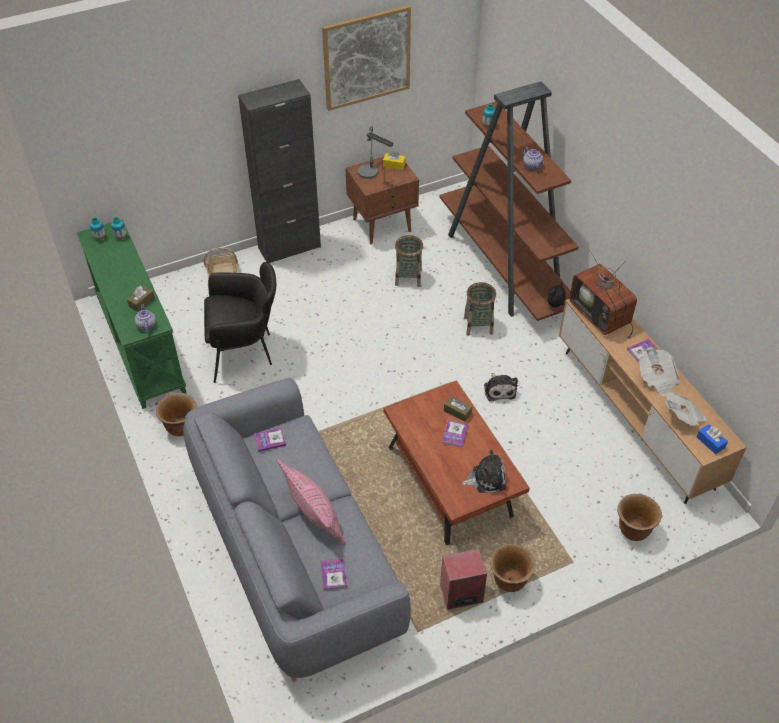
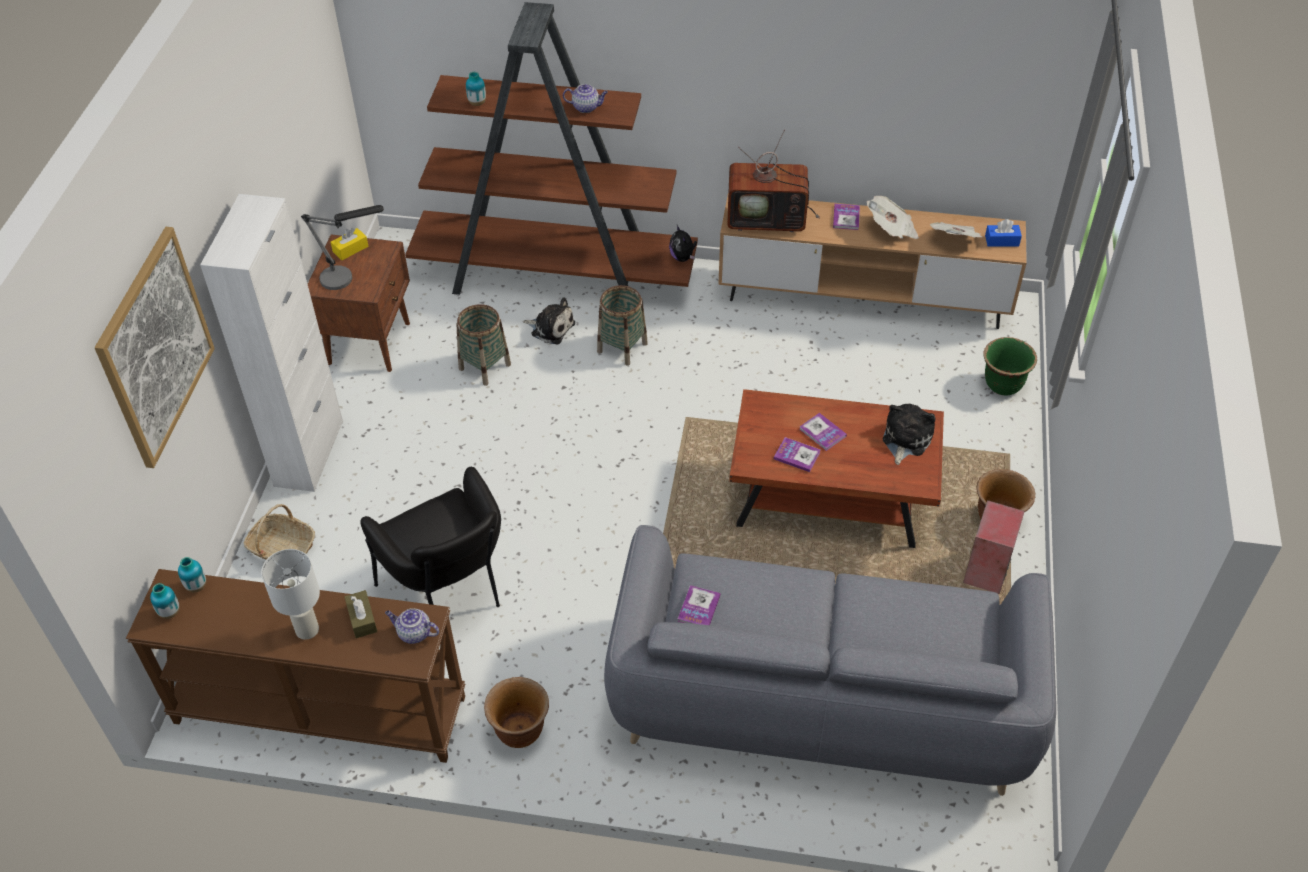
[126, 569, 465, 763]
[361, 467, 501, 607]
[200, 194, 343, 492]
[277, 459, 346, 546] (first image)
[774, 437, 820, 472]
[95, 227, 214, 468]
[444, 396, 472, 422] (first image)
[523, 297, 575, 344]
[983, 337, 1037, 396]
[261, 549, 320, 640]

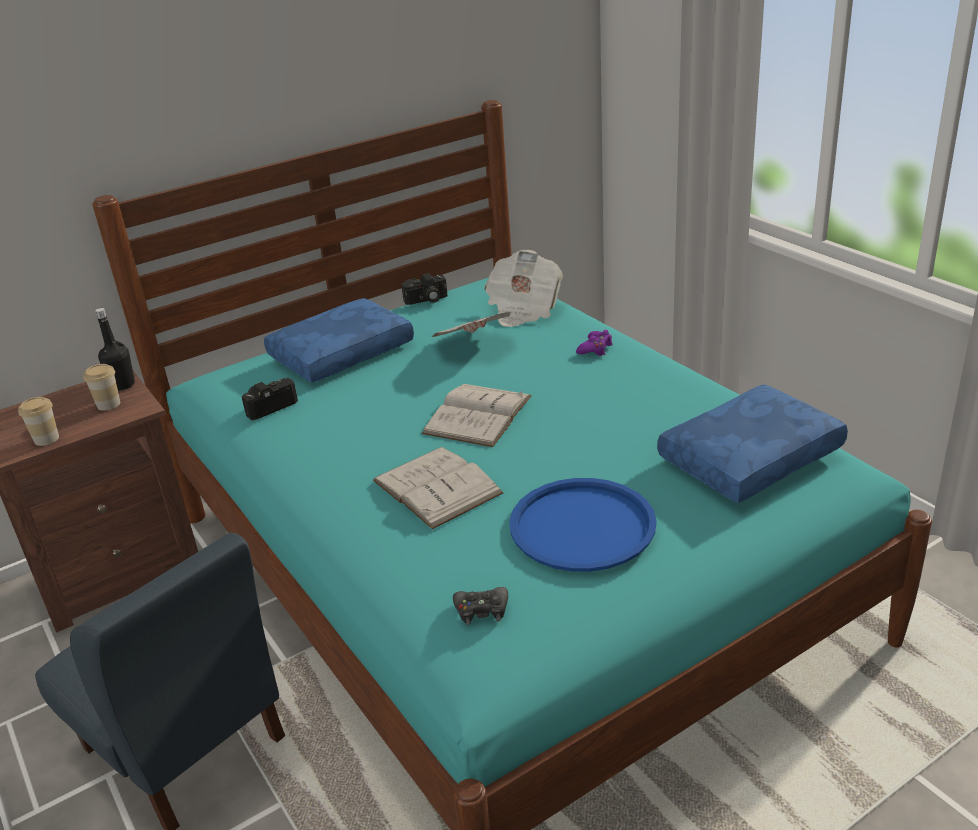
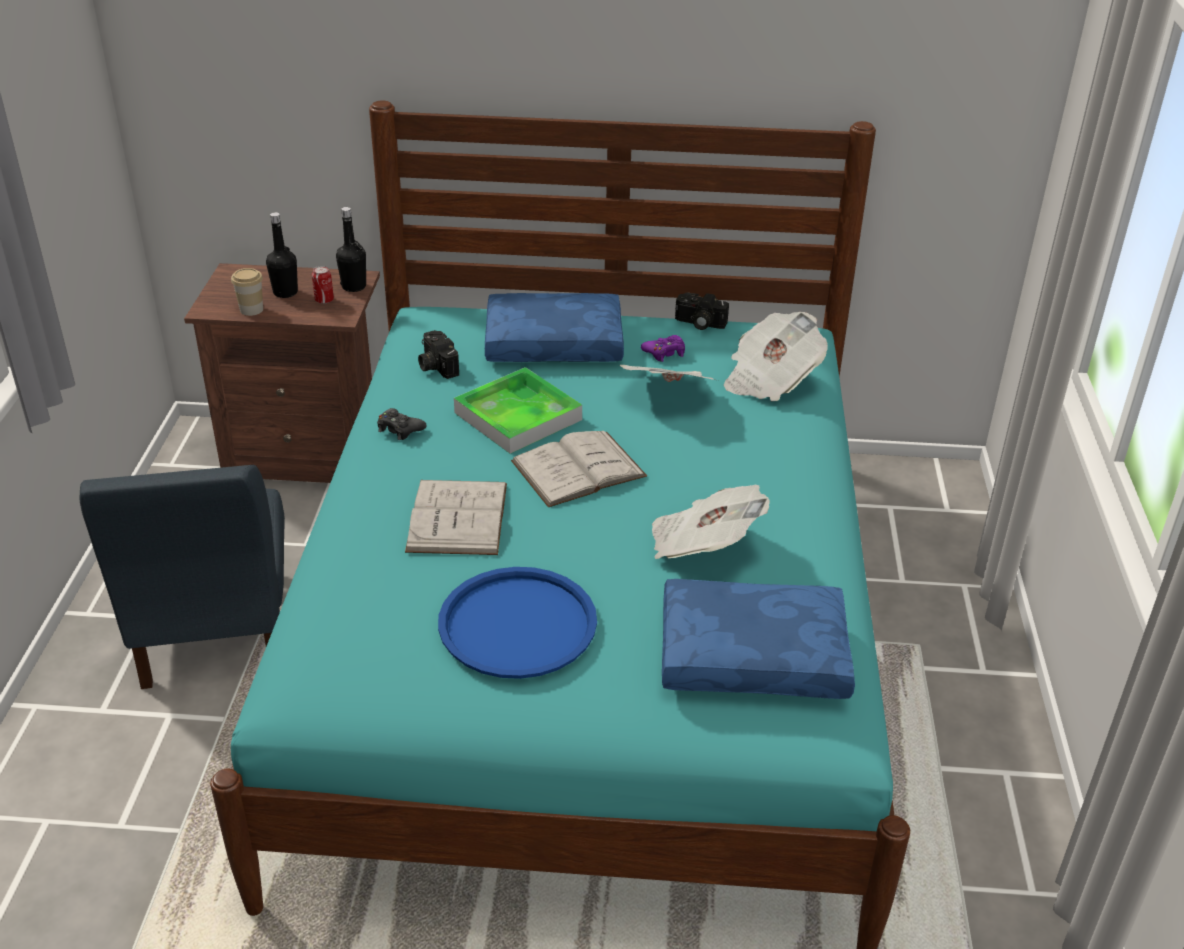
[312, 266, 334, 304]
[418, 330, 459, 379]
[377, 408, 427, 440]
[641, 335, 685, 362]
[266, 212, 298, 298]
[454, 367, 582, 454]
[652, 485, 770, 559]

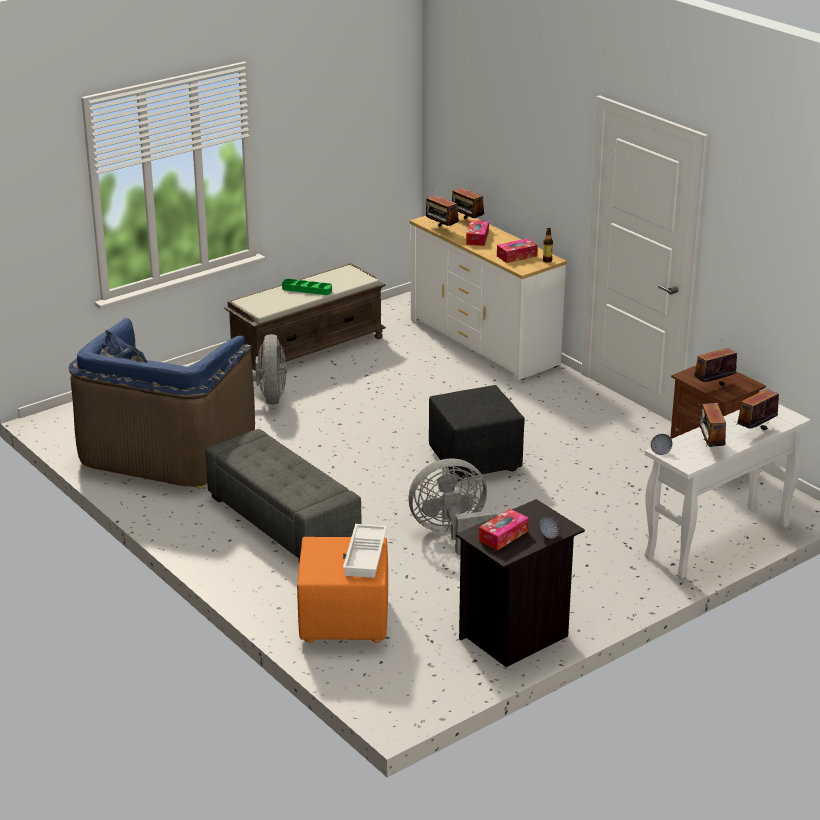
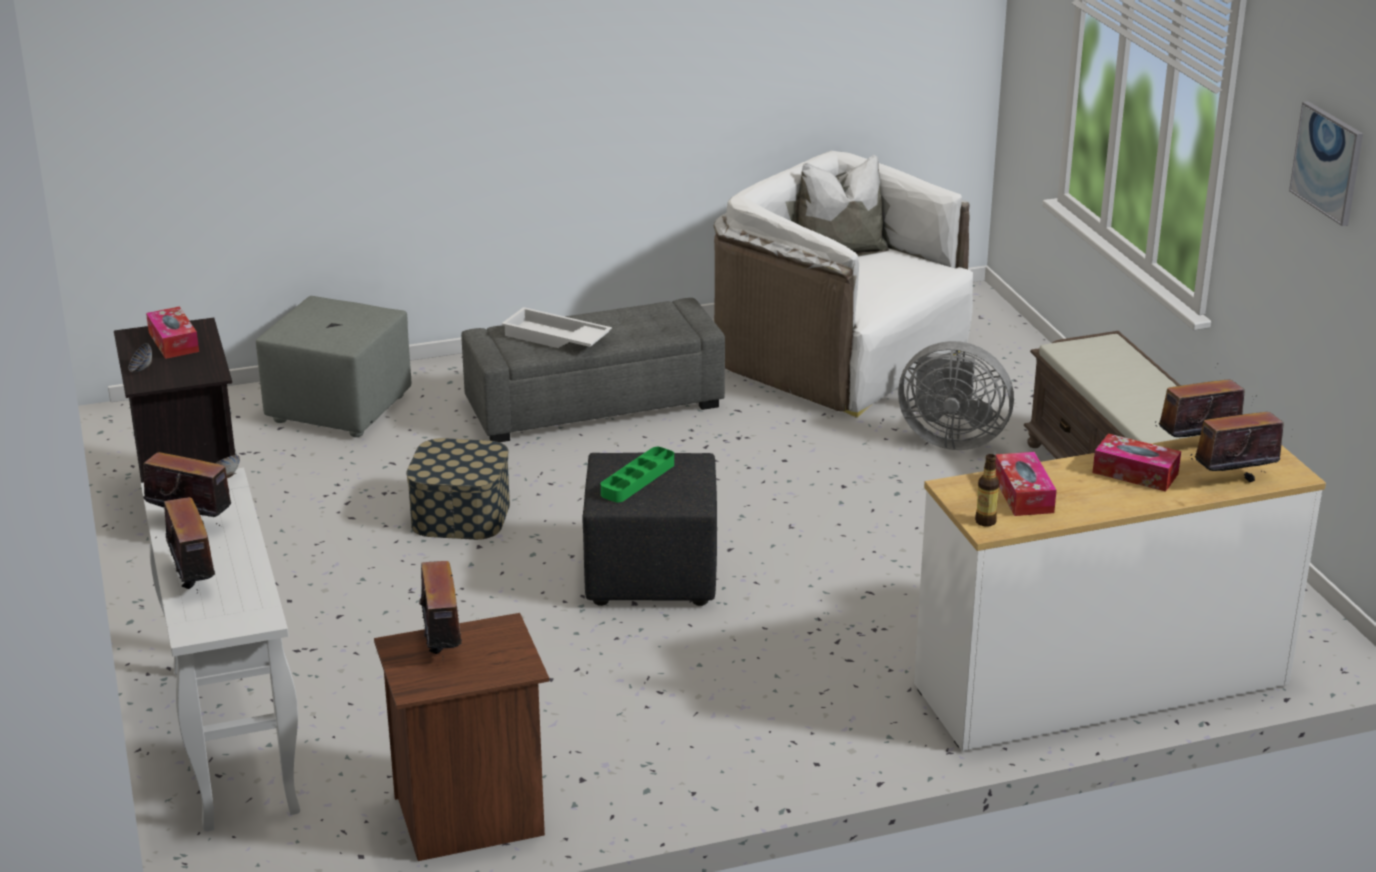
[714, 151, 973, 418]
[601, 447, 674, 502]
[256, 296, 411, 437]
[501, 307, 612, 348]
[406, 438, 510, 540]
[1289, 101, 1363, 226]

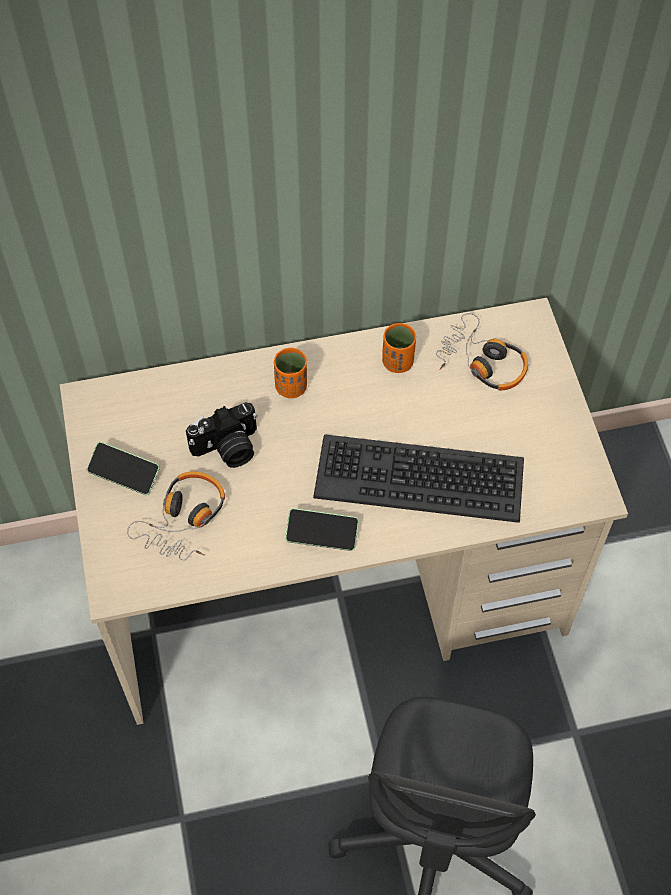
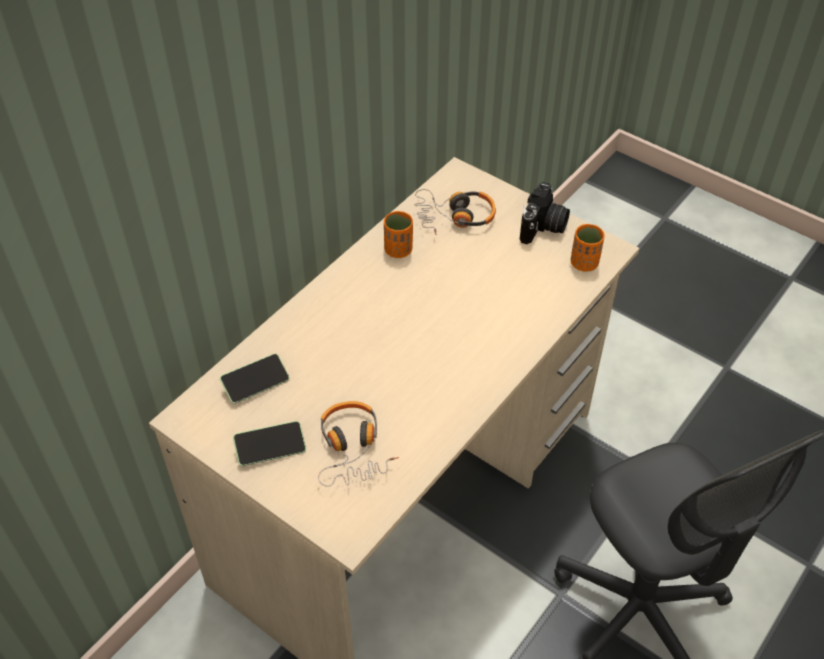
[520, 182, 570, 244]
[571, 224, 605, 272]
[220, 353, 290, 404]
[313, 434, 524, 523] (first image)

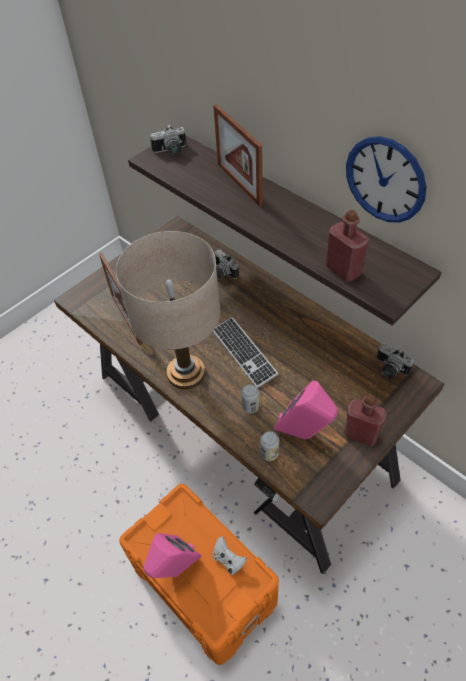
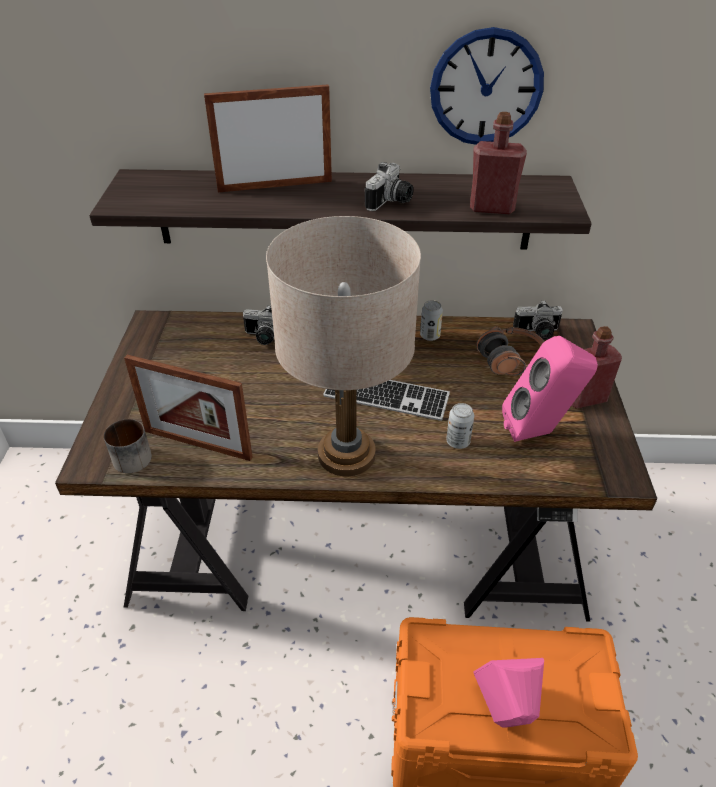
[365, 162, 414, 211]
[204, 84, 332, 193]
[213, 536, 247, 575] (first image)
[420, 300, 443, 341]
[104, 419, 152, 473]
[476, 326, 544, 376]

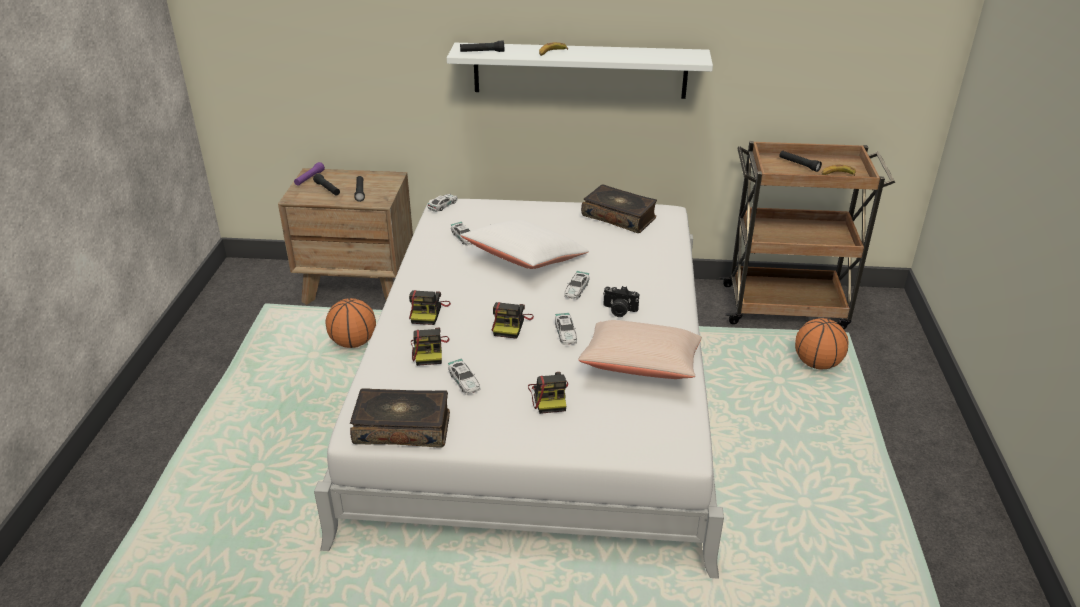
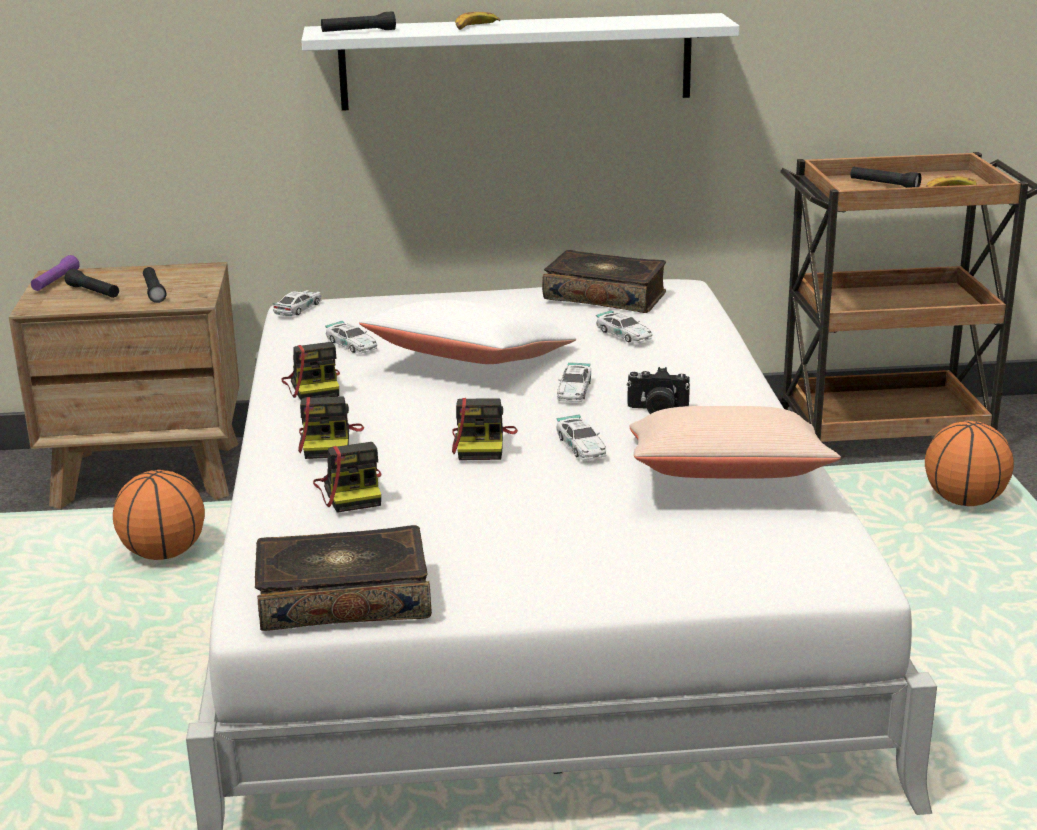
[596, 310, 653, 343]
[282, 342, 340, 400]

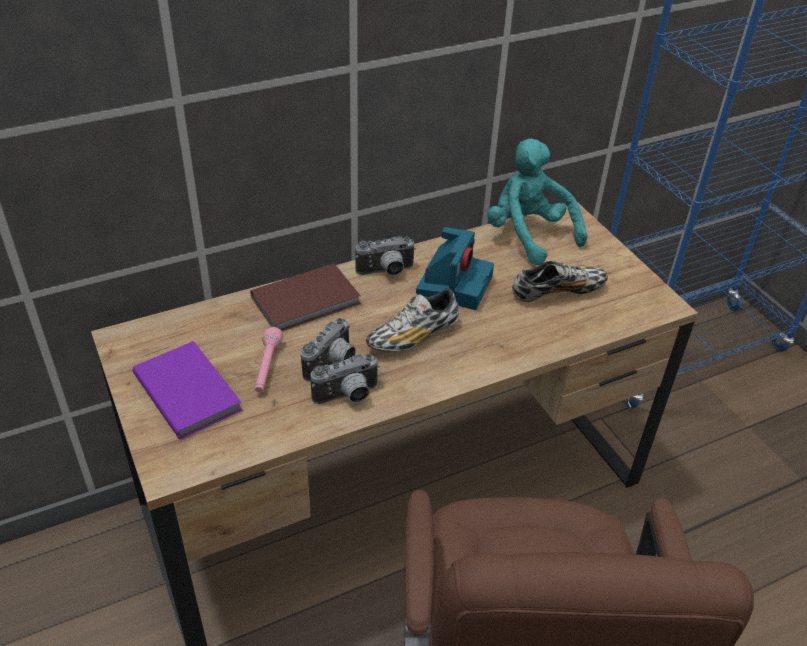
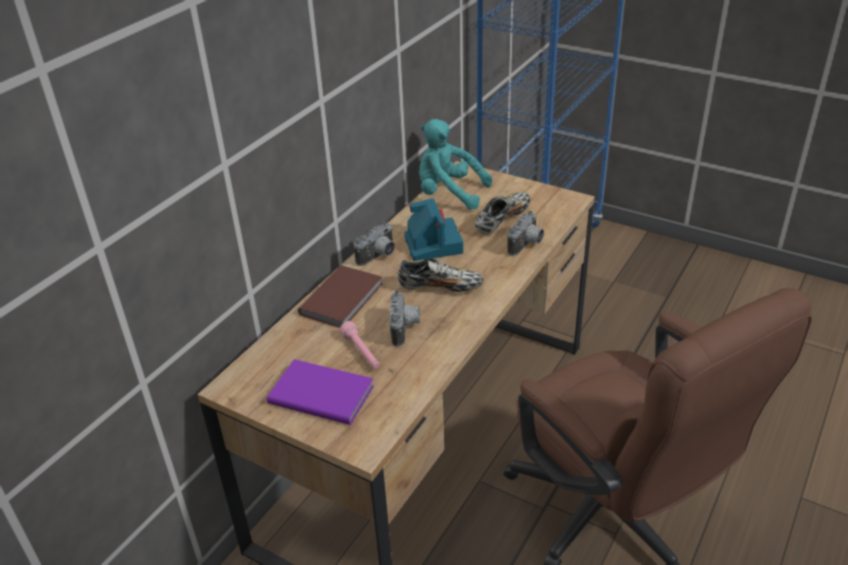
[507, 211, 544, 256]
[398, 258, 483, 292]

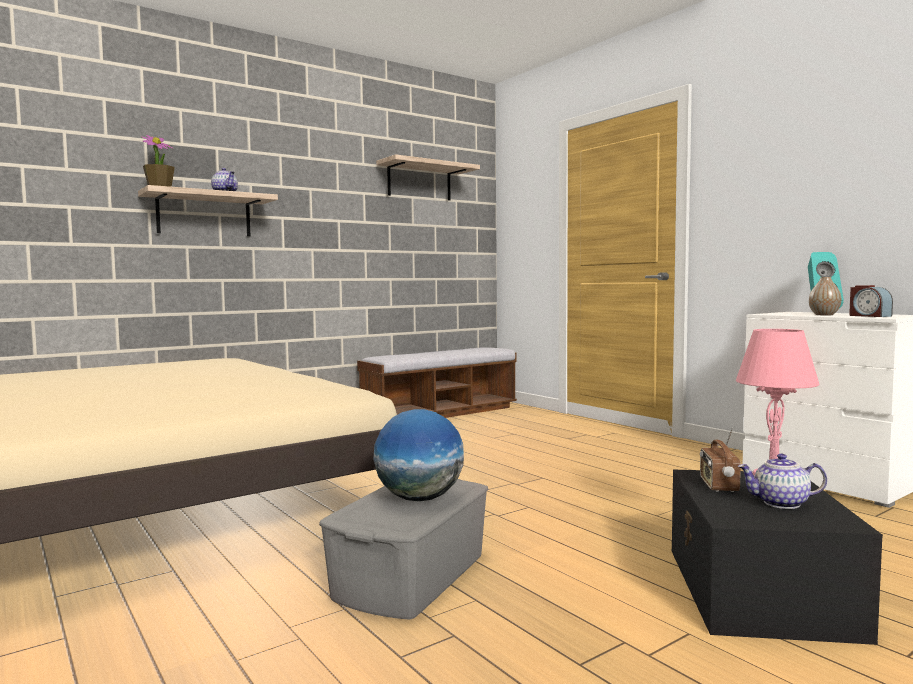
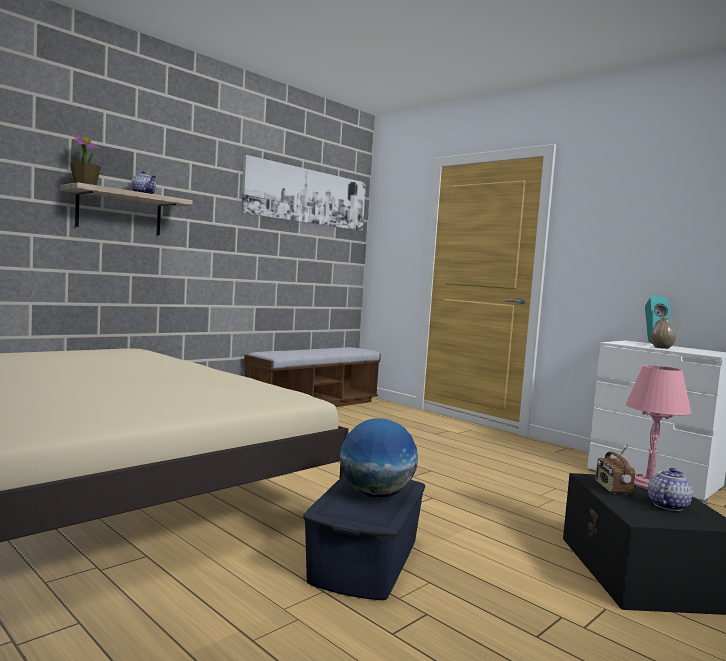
[303, 475, 425, 600]
[241, 155, 366, 231]
[648, 468, 693, 511]
[849, 285, 893, 317] (first image)

